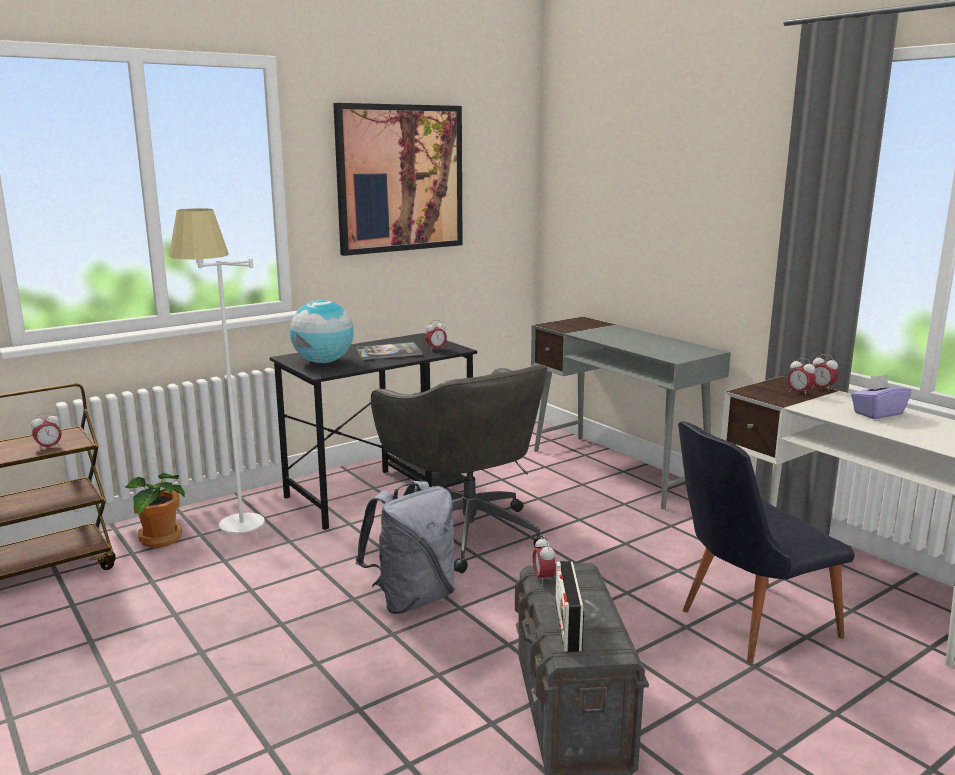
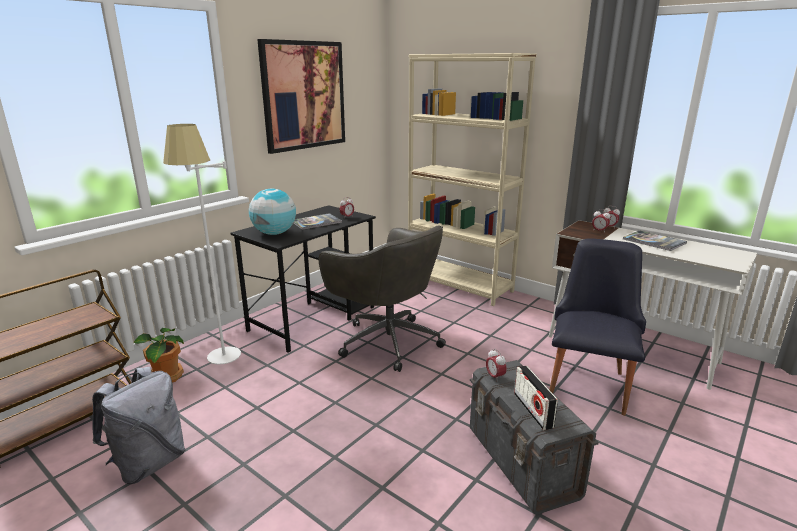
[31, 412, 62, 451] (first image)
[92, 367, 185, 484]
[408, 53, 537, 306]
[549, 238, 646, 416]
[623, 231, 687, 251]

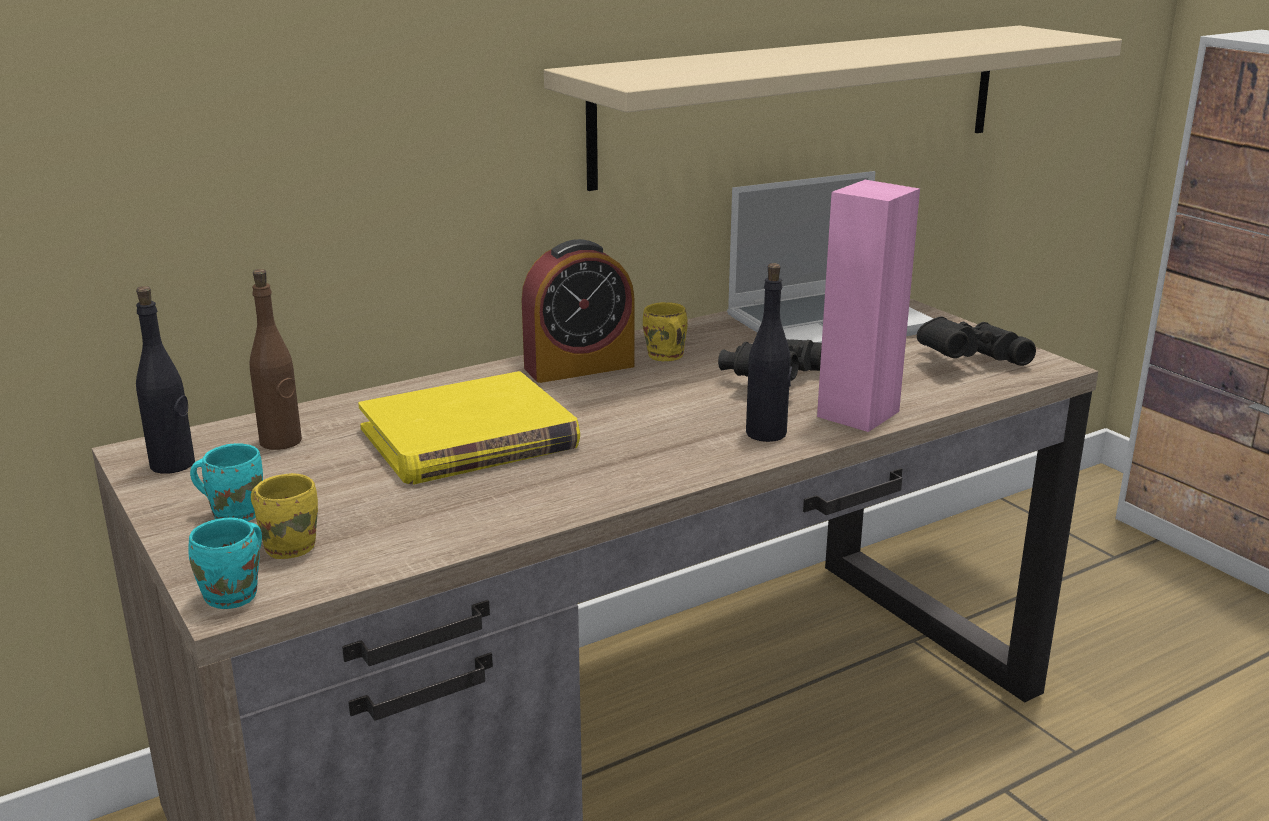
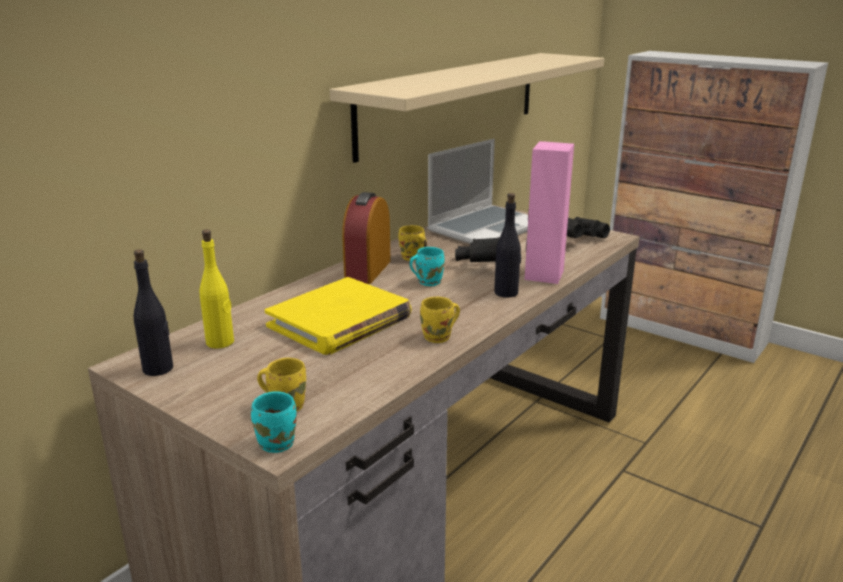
[409, 247, 445, 286]
[200, 230, 234, 349]
[342, 192, 391, 284]
[420, 297, 460, 343]

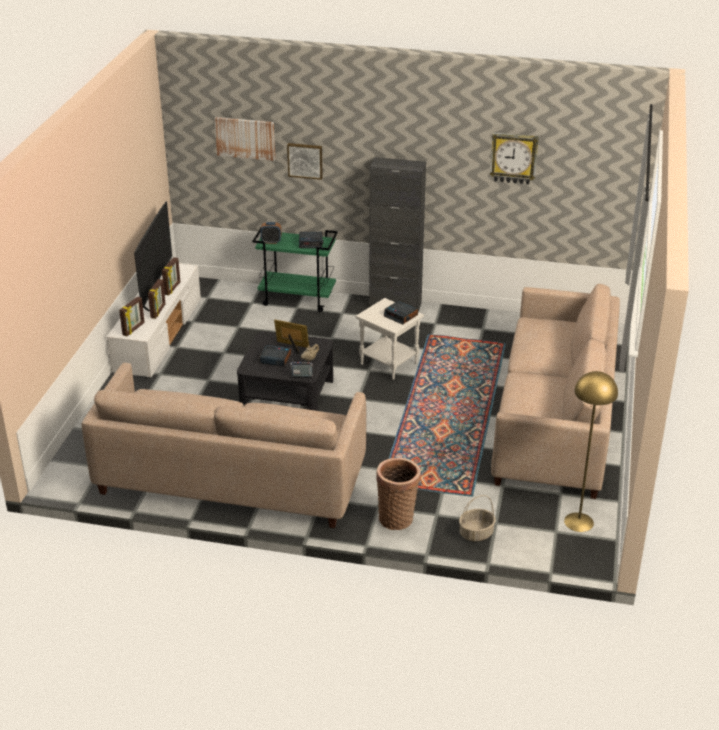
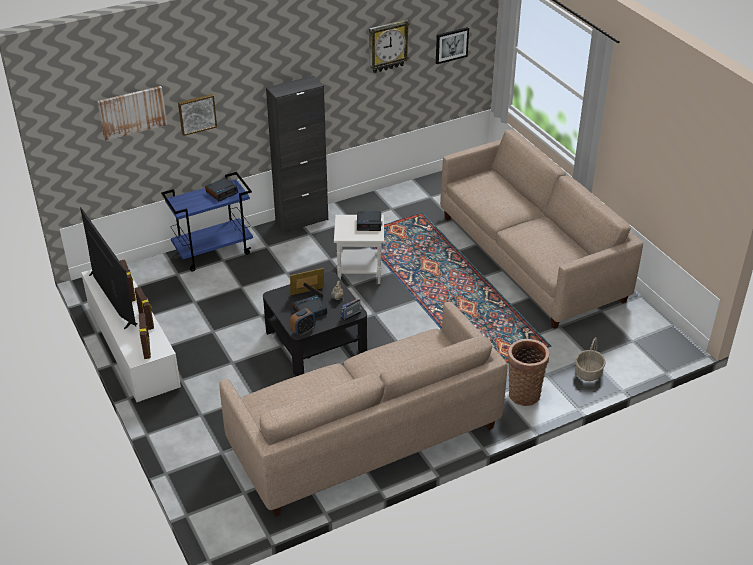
[161, 172, 253, 272]
[290, 308, 315, 336]
[564, 371, 618, 532] (first image)
[436, 27, 469, 64]

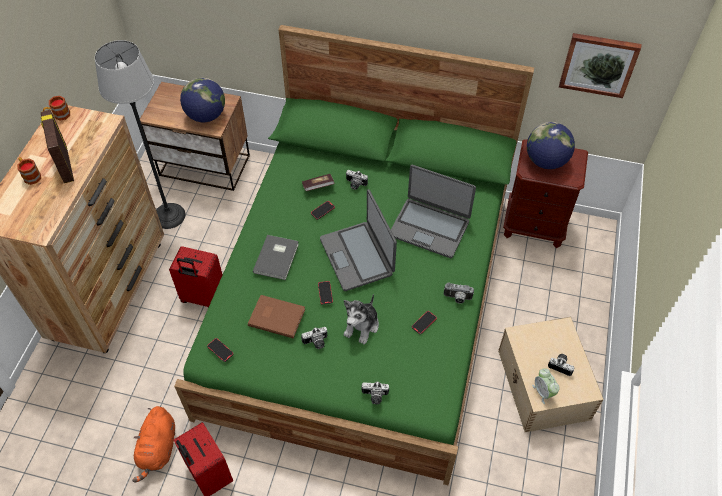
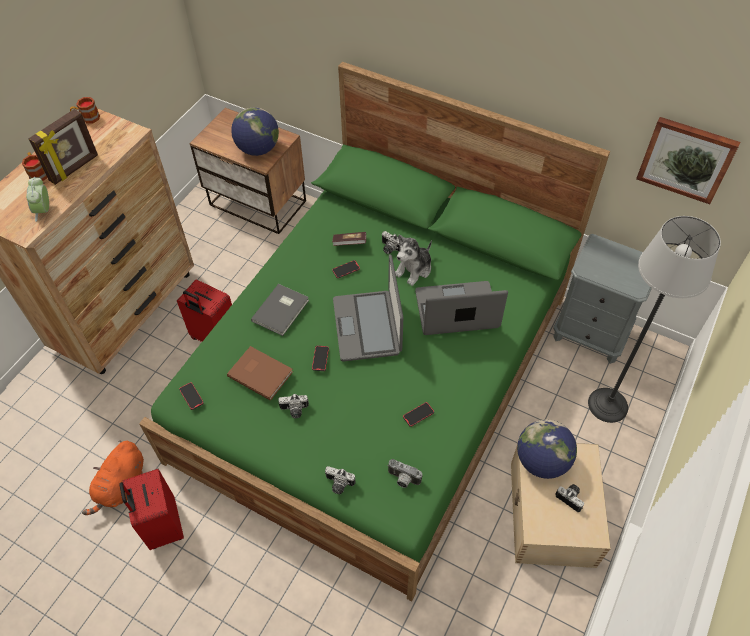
[29, 109, 98, 185]
[588, 216, 721, 423]
[395, 235, 432, 286]
[415, 281, 508, 335]
[387, 459, 422, 488]
[553, 234, 652, 364]
[517, 419, 577, 479]
[26, 177, 49, 222]

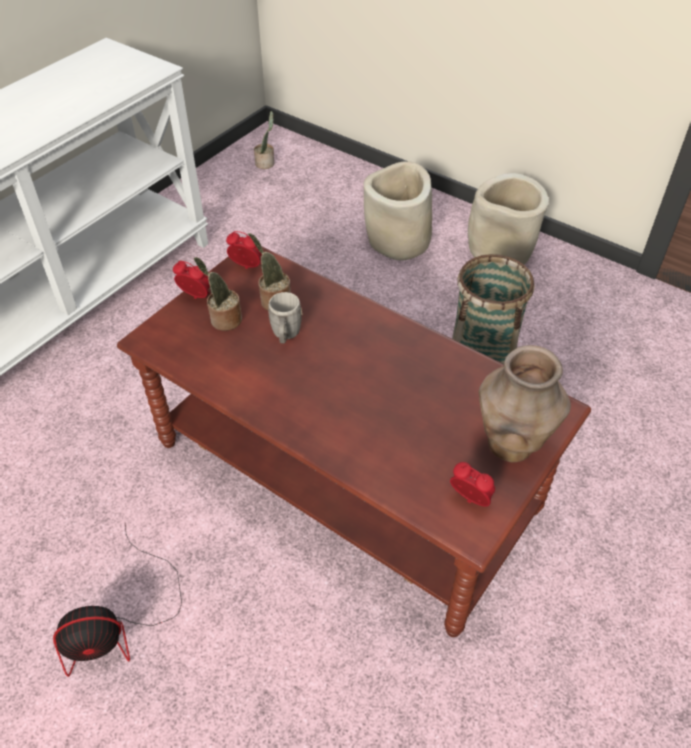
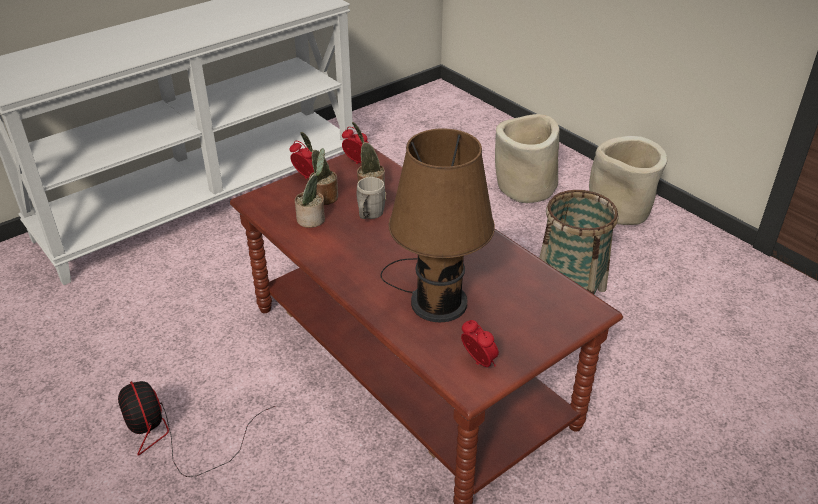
[118, 381, 275, 477]
[295, 148, 325, 228]
[479, 345, 571, 462] (first image)
[380, 128, 495, 322]

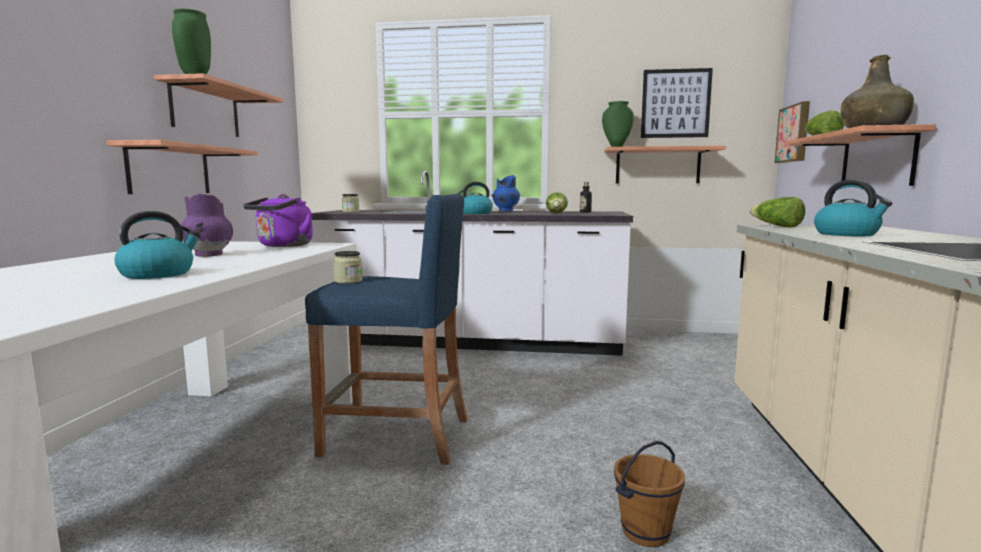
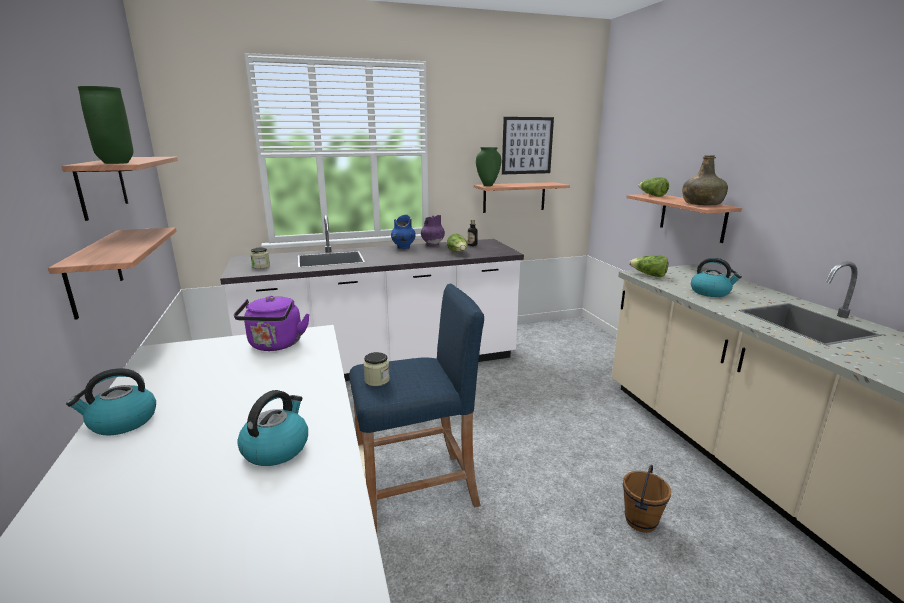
[421, 215, 445, 247]
[66, 368, 156, 436]
[774, 101, 810, 163] (first image)

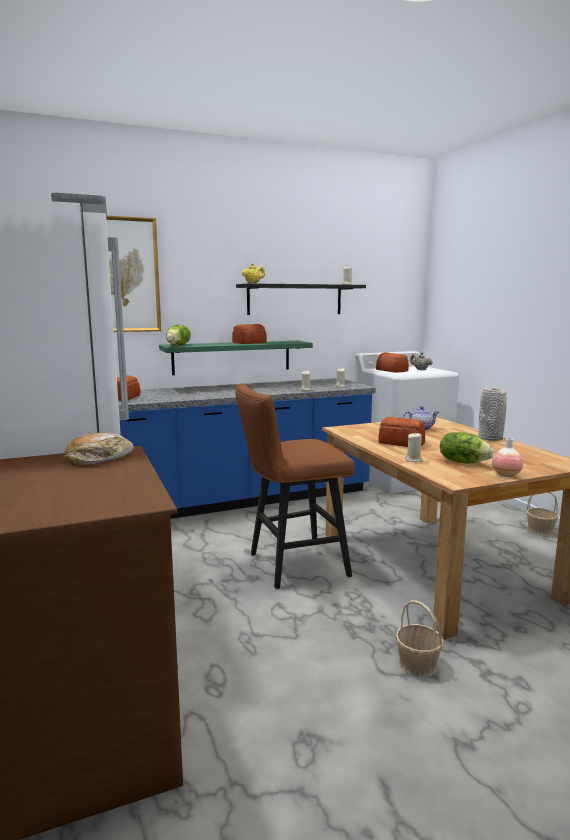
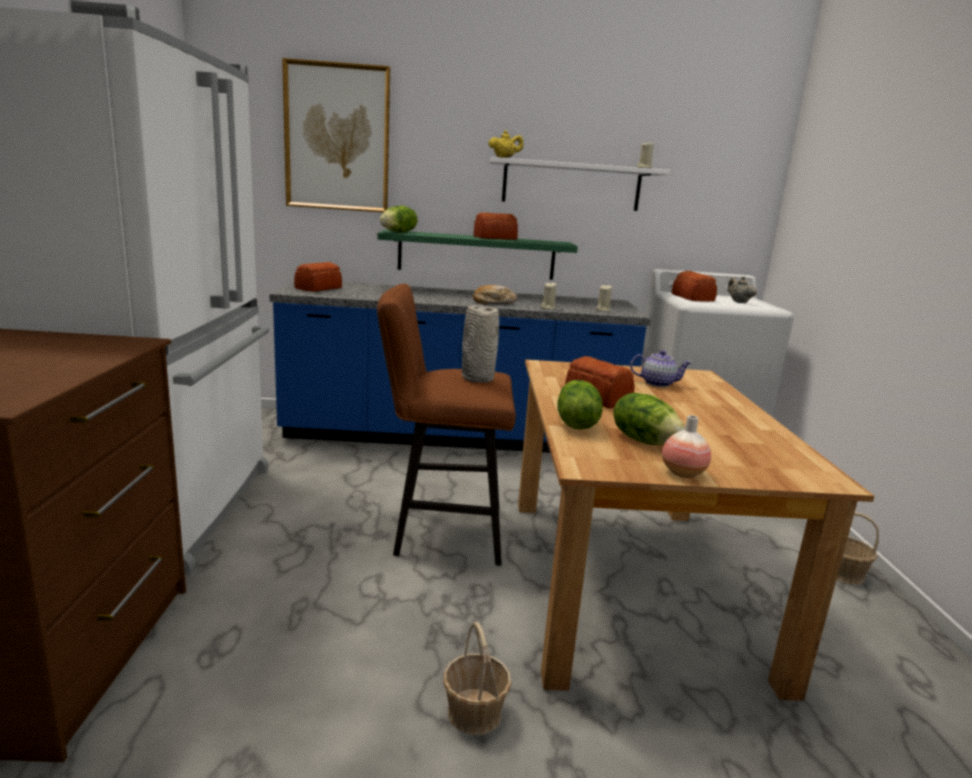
[473, 285, 517, 304]
[490, 157, 670, 211]
[558, 380, 603, 430]
[462, 305, 499, 382]

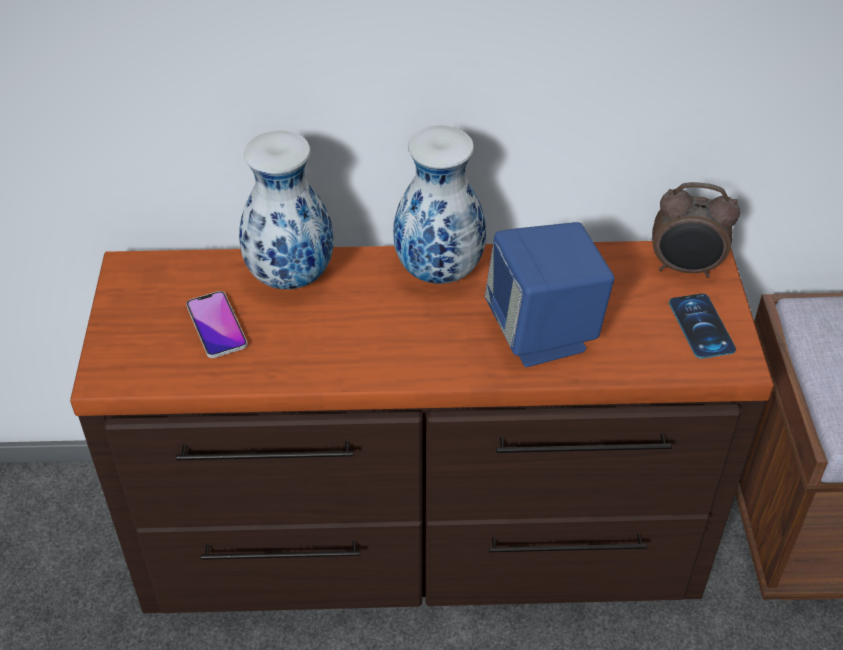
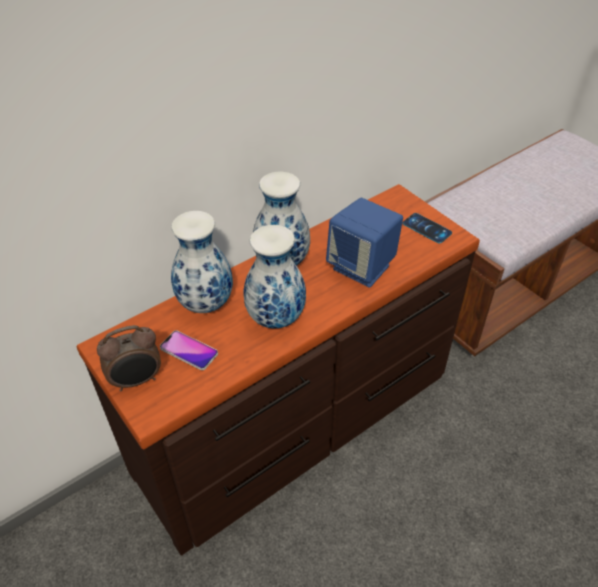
[97, 325, 161, 392]
[243, 225, 306, 328]

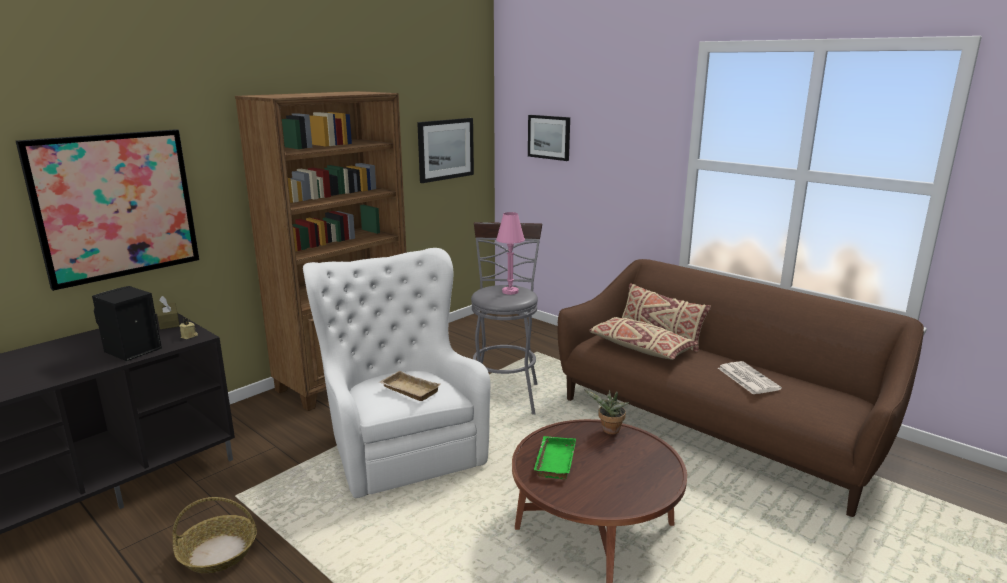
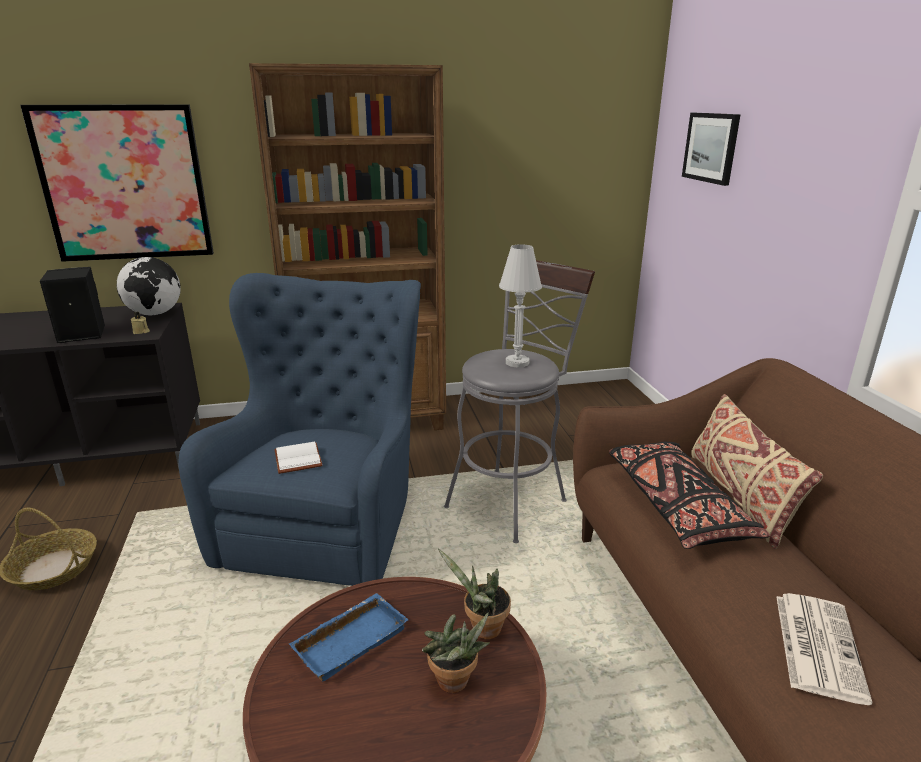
[116, 257, 181, 316]
[179, 273, 421, 586]
[275, 441, 322, 474]
[417, 118, 474, 183] (first image)
[499, 244, 542, 368]
[289, 593, 409, 681]
[609, 442, 770, 549]
[422, 613, 490, 693]

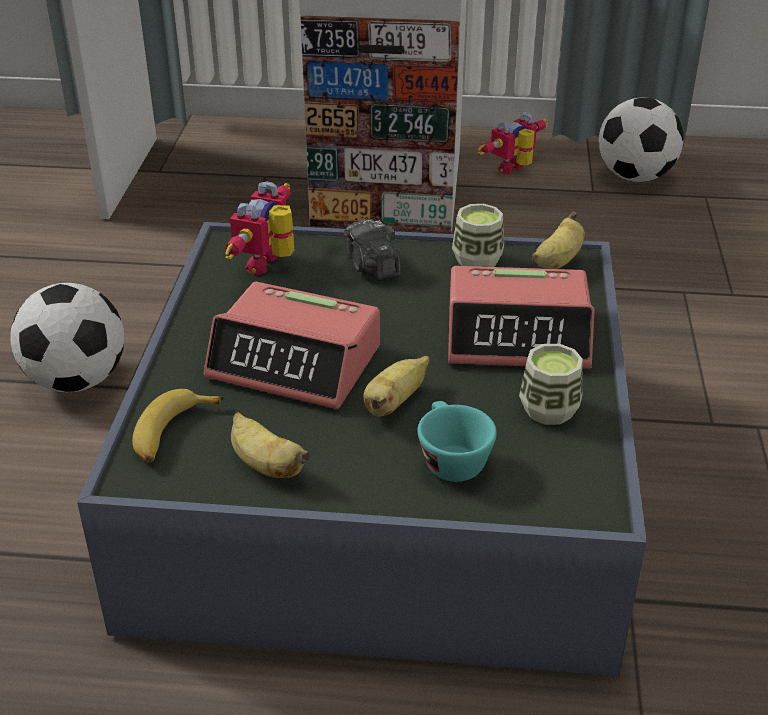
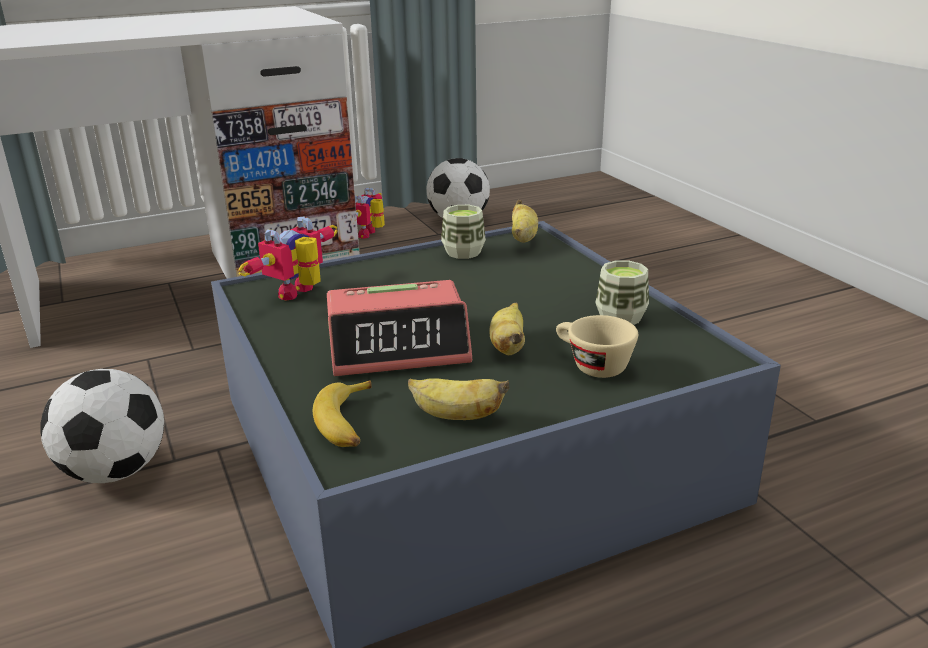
[238, 216, 338, 300]
[344, 219, 401, 281] (first image)
[556, 315, 638, 378]
[448, 266, 594, 369] (first image)

